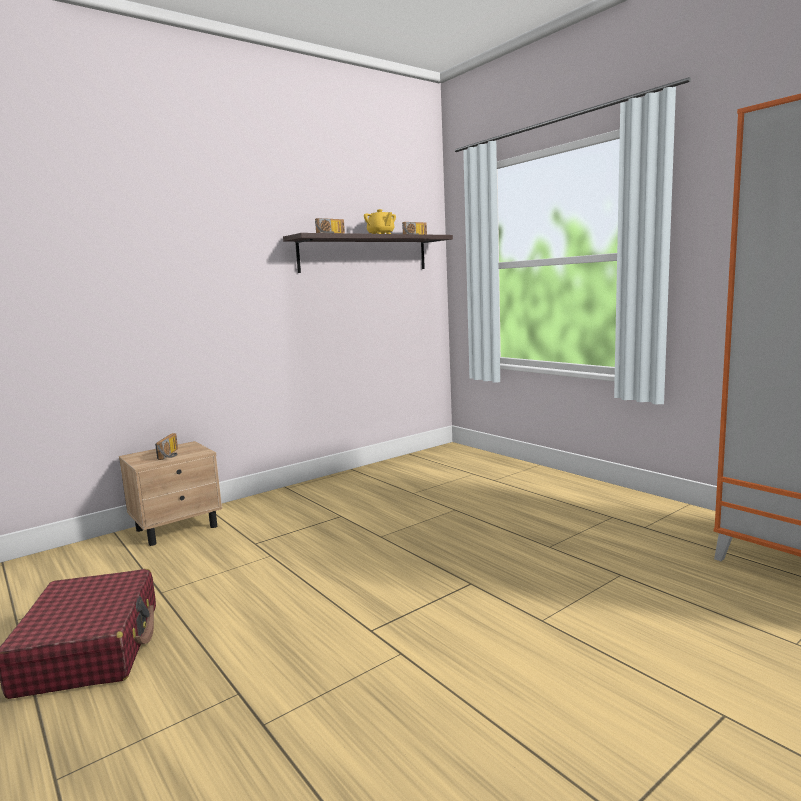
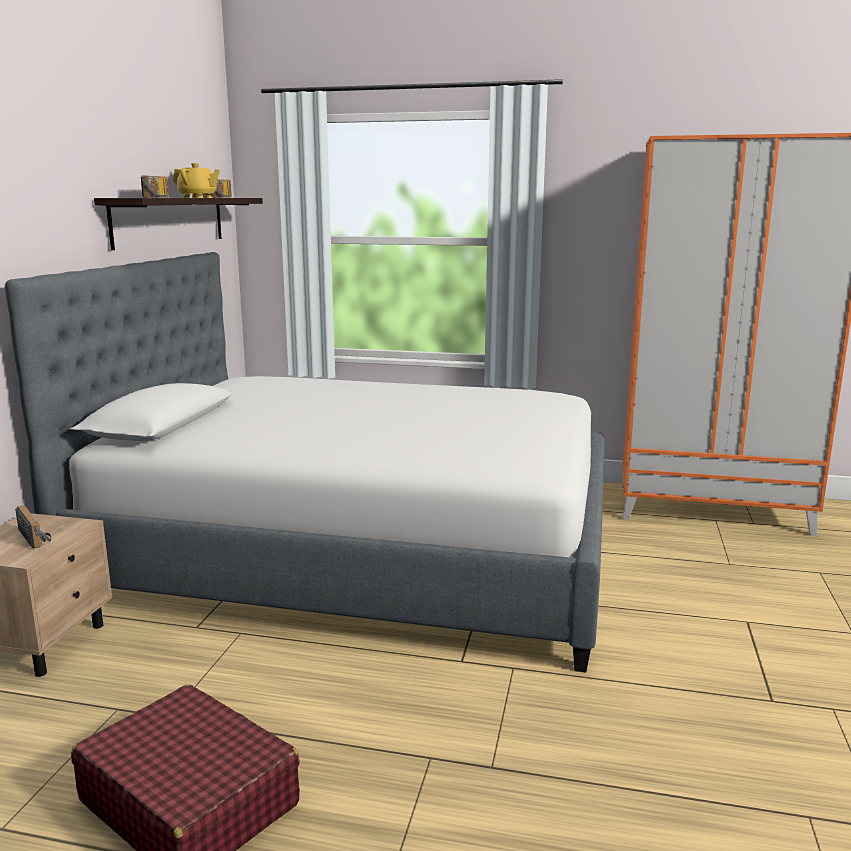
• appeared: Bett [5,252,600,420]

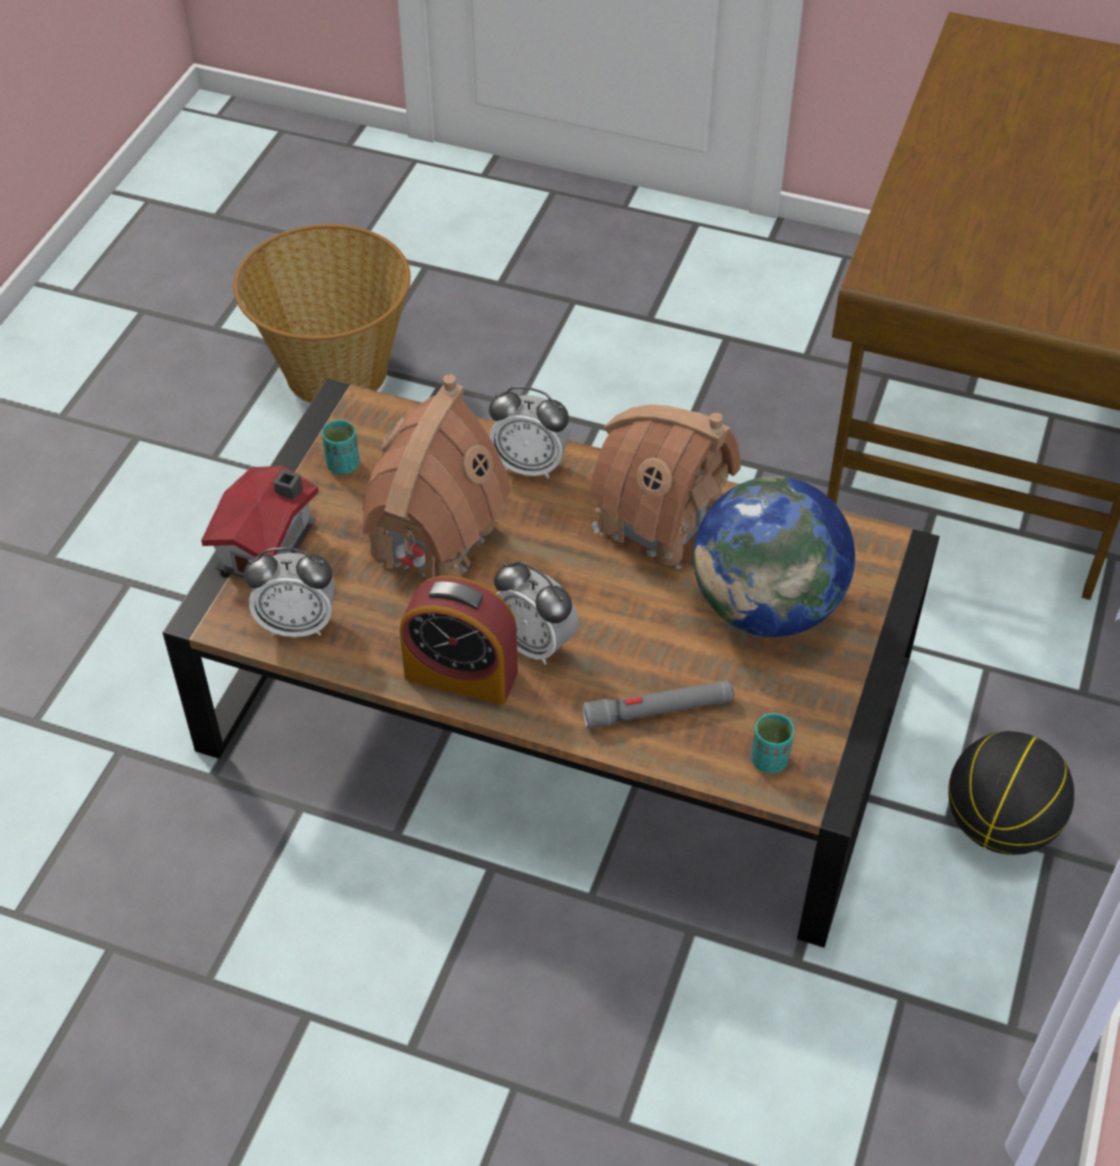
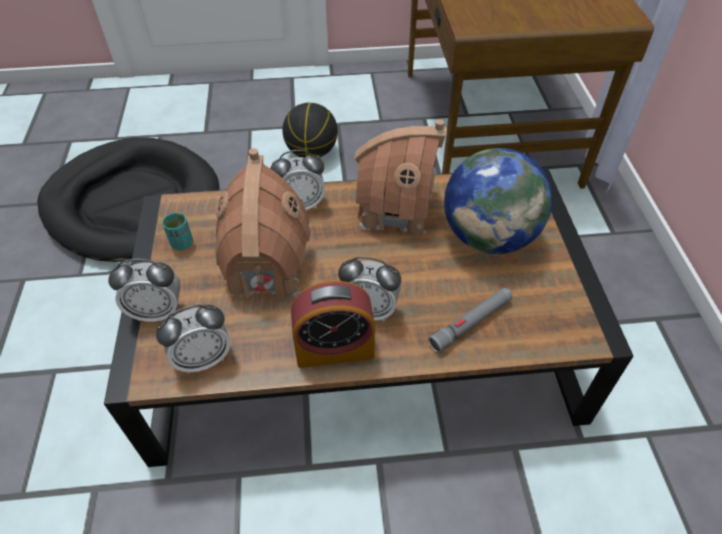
• exchanged: Korb [234,224,177,179] to Hundebett/schwarz [37,138,182,124]
• exchanged: Spielzeughaus [201,466,118,112] to Wecker [108,259,73,63]
• missing: Tasse/türkis [751,713,43,61]
• relocated: Basketball [948,731,126,124] to [282,103,56,55]

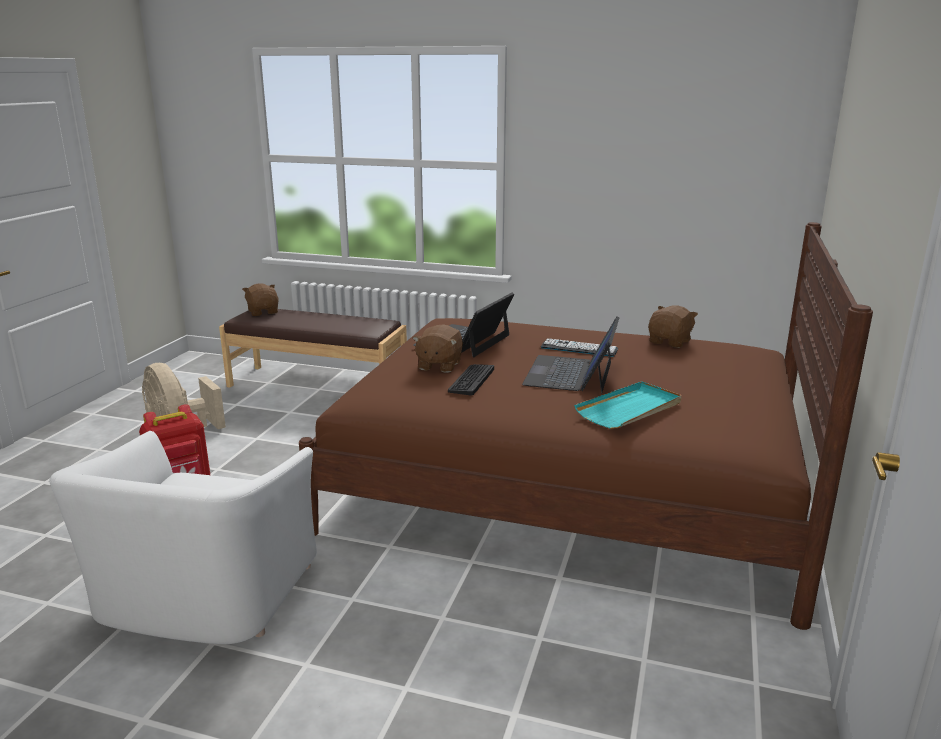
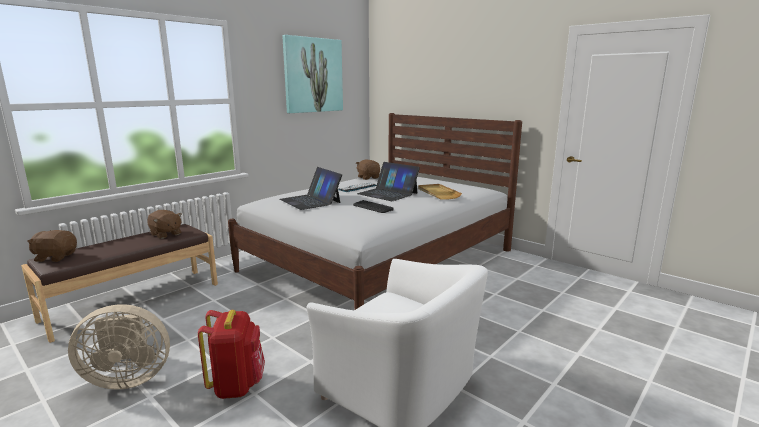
• colour: Bett/braun [299,222,574,408] to Bett/weiß [228,113,294,197]
• relocated: Plüschtier/braun [412,324,51,49] to [147,210,35,29]
• colour: Tablett/türkis [574,381,108,48] to Tablett/beige [418,184,44,16]
• appeared: Bild [282,35,61,78]

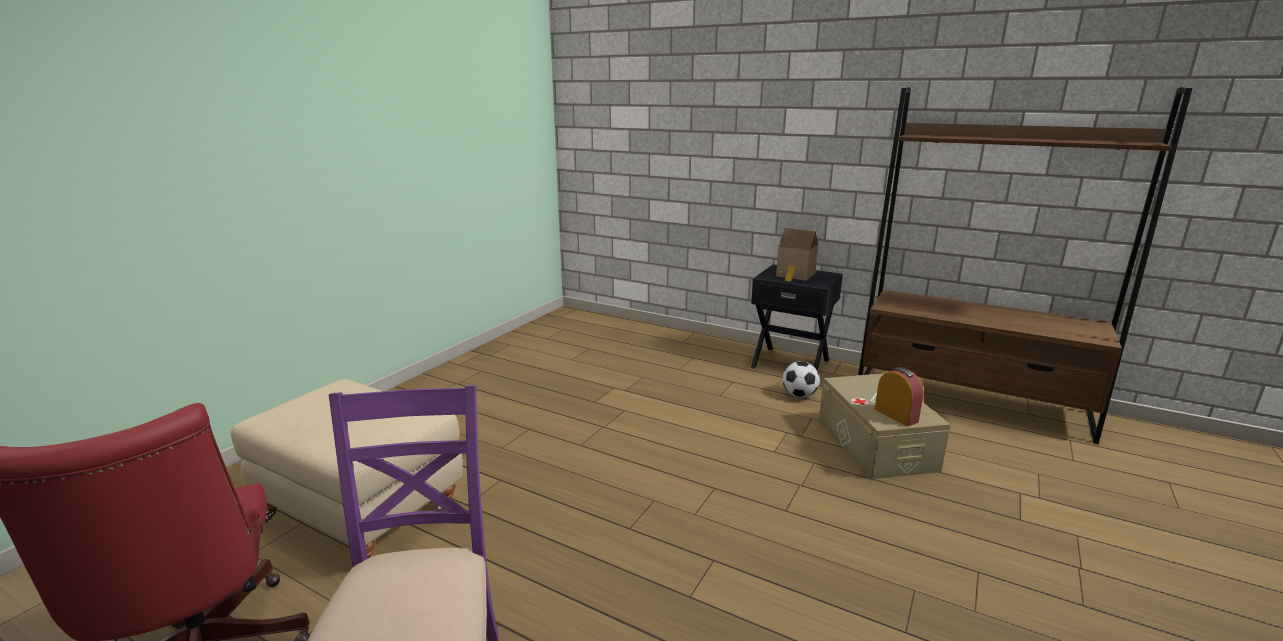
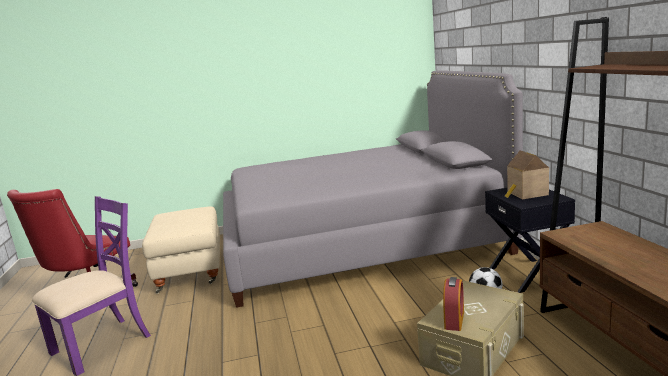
• appeared: Bett/grau [223,70,300,238]

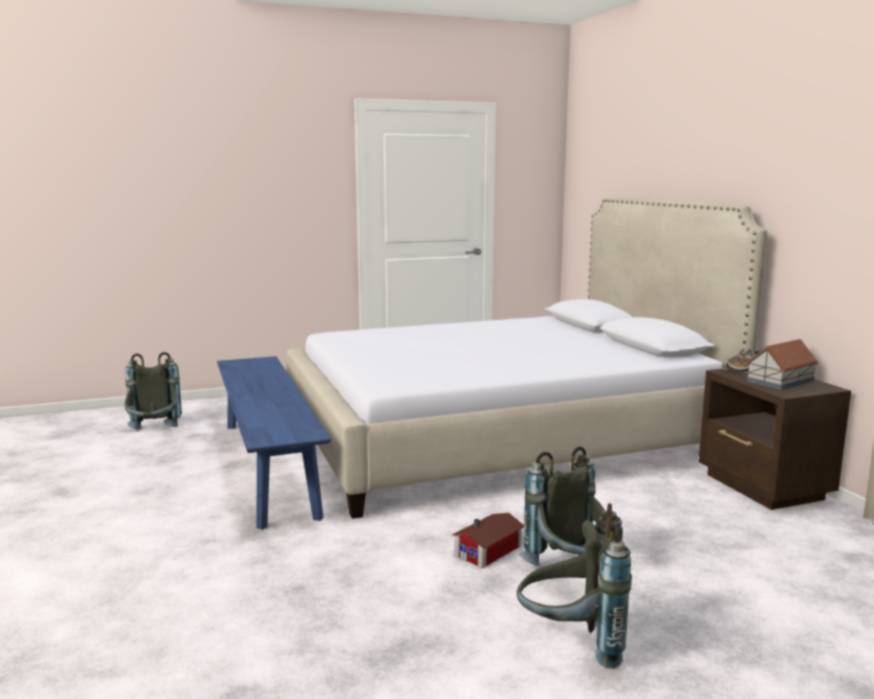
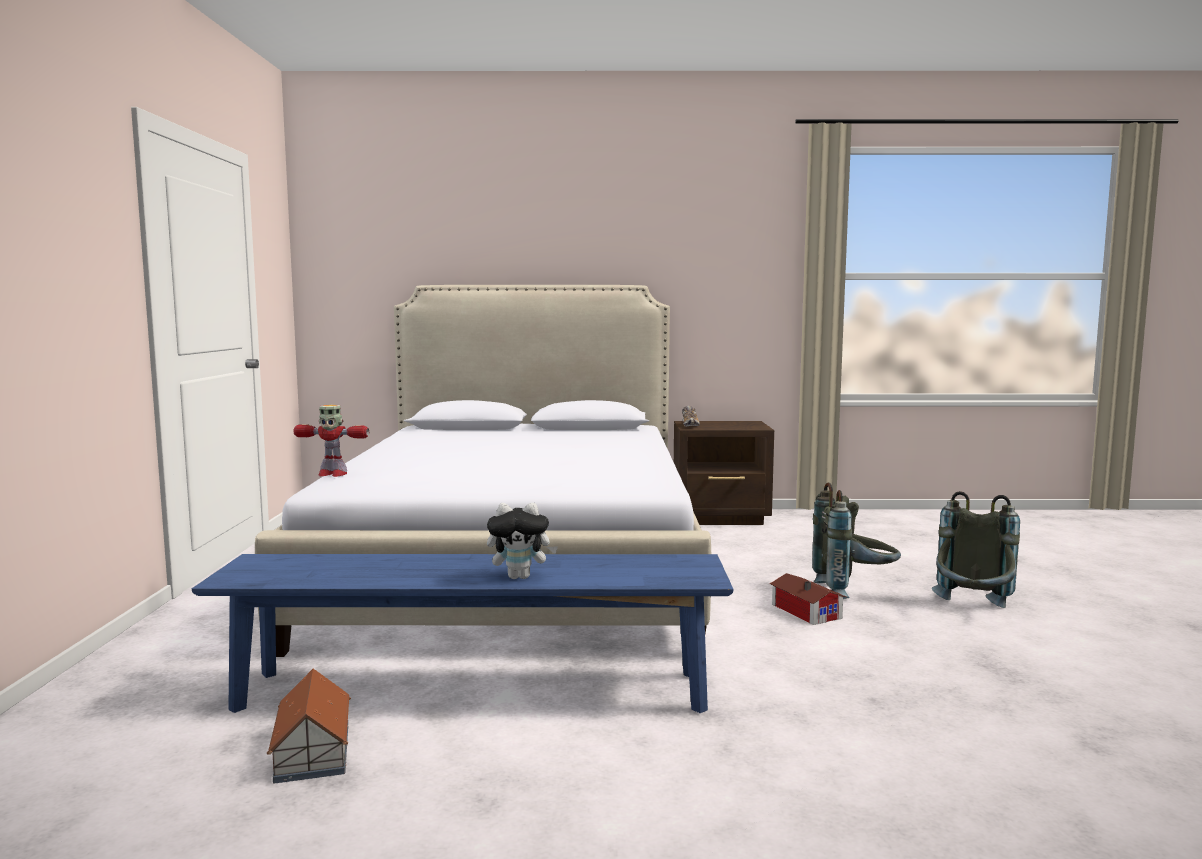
• relocated: Spielzeughaus [746,339,72,51] to [267,669,84,115]
• missing: Rucksack/grau [124,352,58,78]
• appeared: Spielzeugroboter [293,405,76,72]
• appeared: Plüschtier [487,503,71,76]

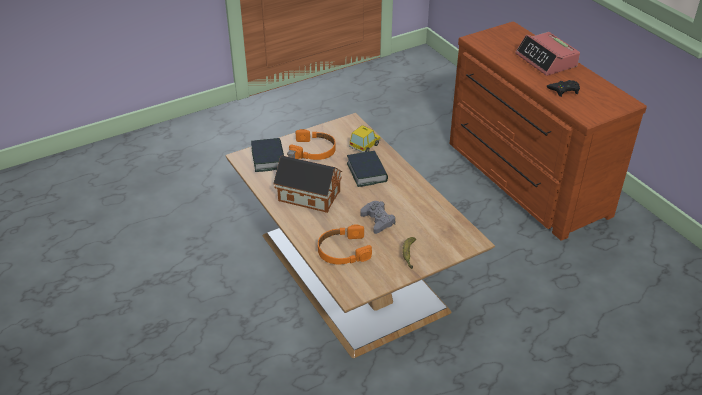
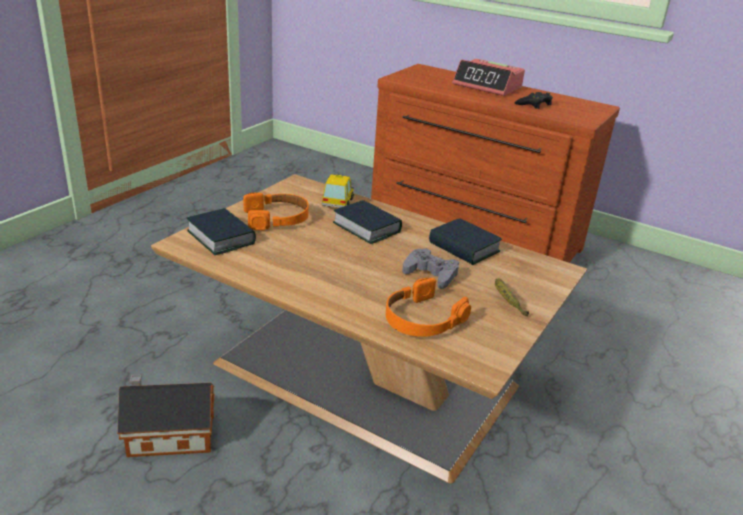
• relocated: Spielzeughaus [273,150,69,63] to [117,374,98,83]
• appeared: Buch [429,218,73,47]

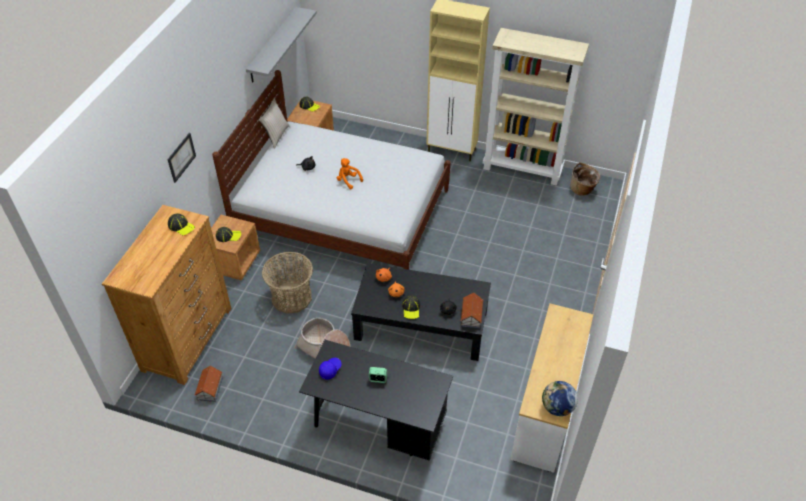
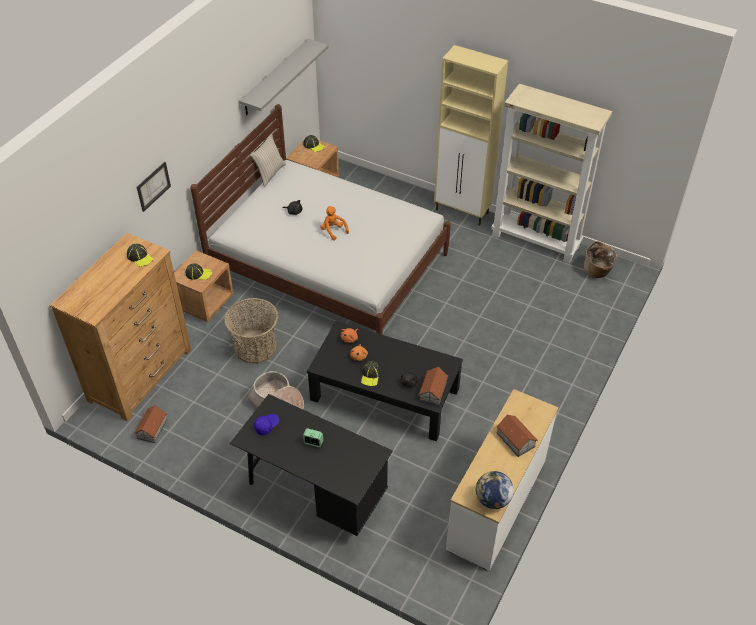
• appeared: Spielzeughaus [496,415,42,42]

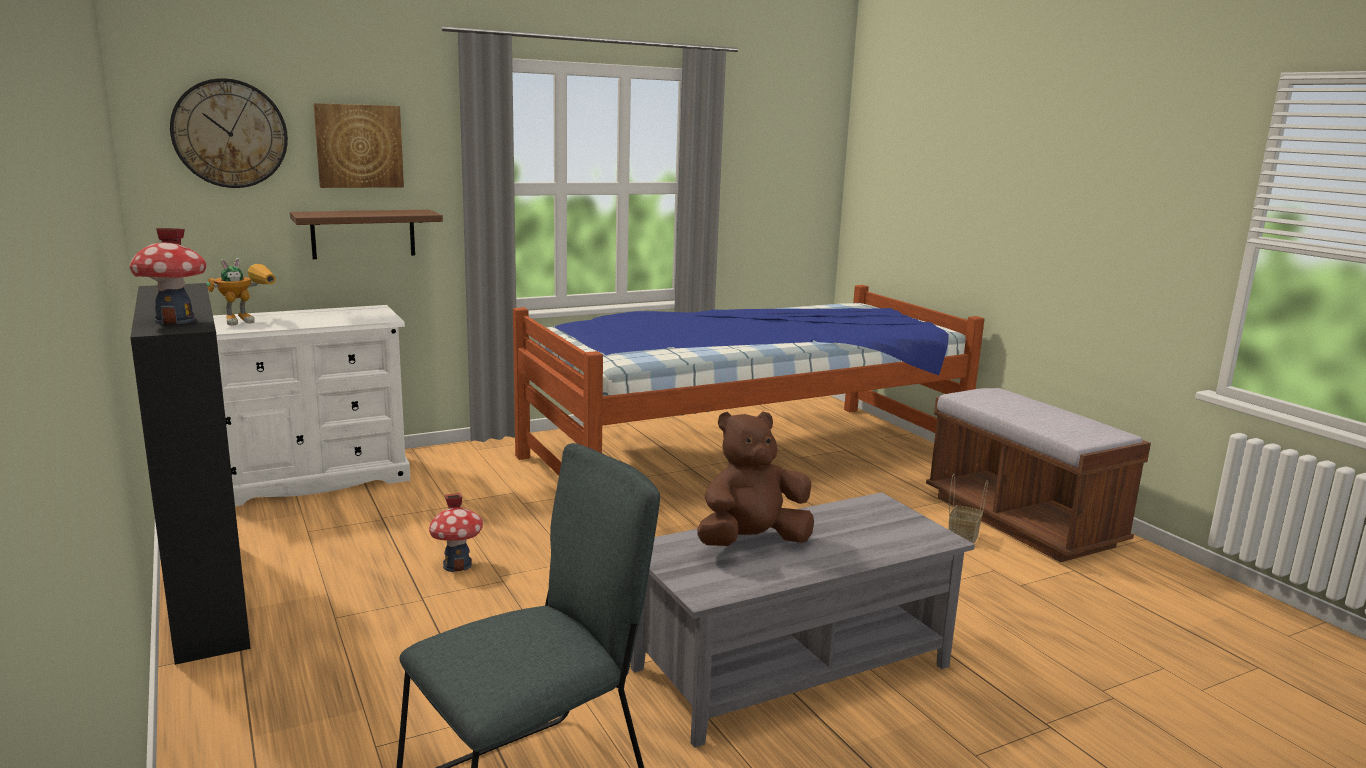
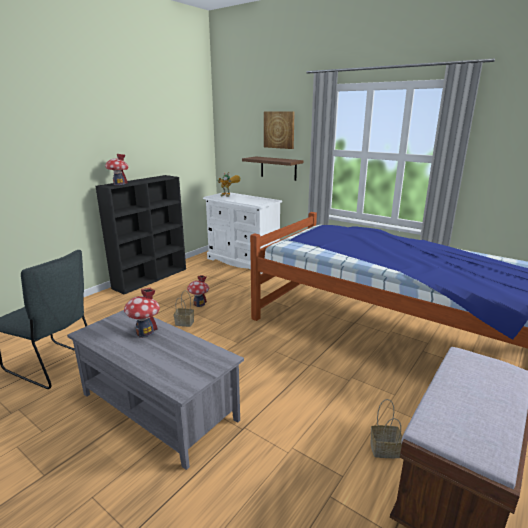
• missing: Wanduhr [170,78,118,110]
• exchanged: Plüschtier/braun [697,411,117,135] to Spielzeughaus [124,288,36,50]
• appeared: Korb [174,290,20,37]

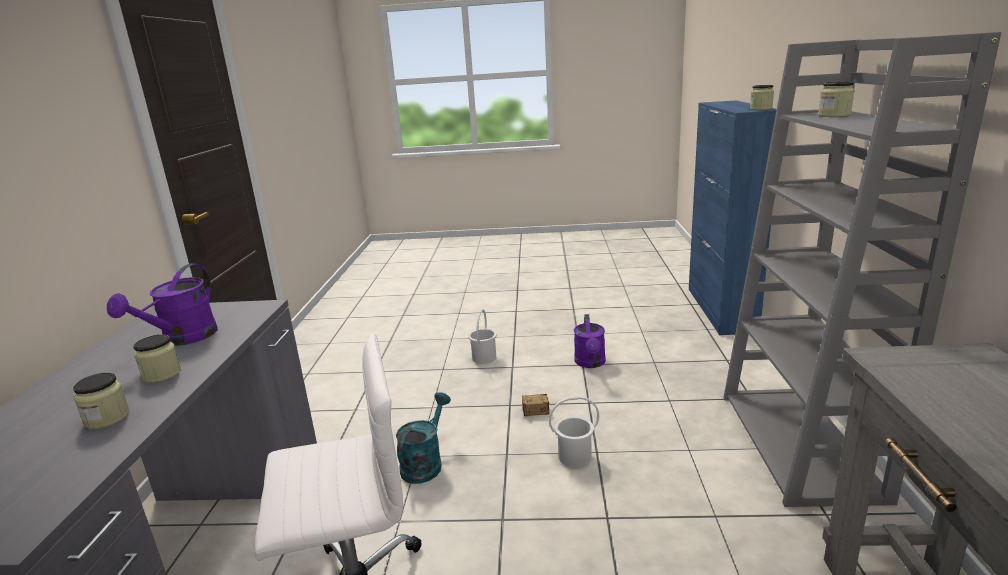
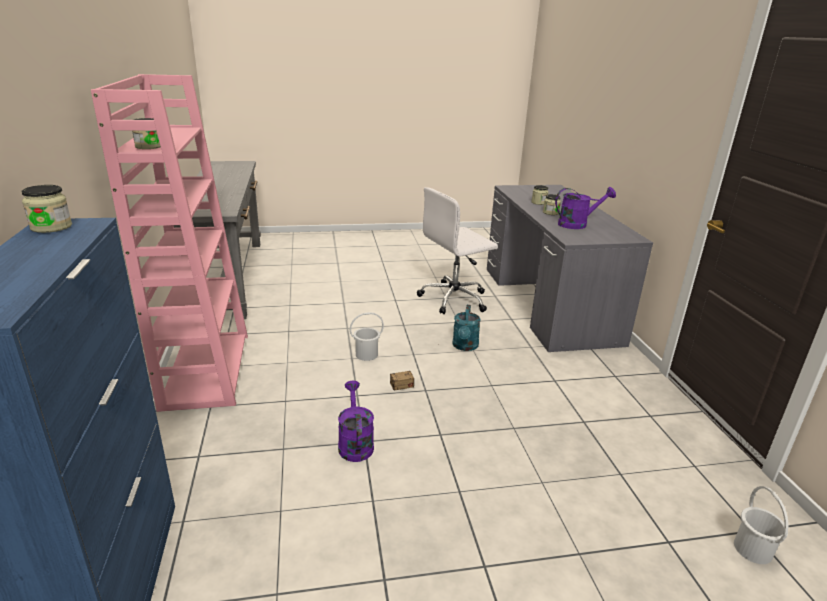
• colour: Bücherregal/grau [723,32,278,475] to Bücherregal/rosa [91,74,157,338]
• spun: Gießkanne/lila [107,264,111,82] = [555,187,61,42] 75 degrees clockwise
• relocated: Eimer/weiß [468,309,29,55] to [734,486,54,78]

